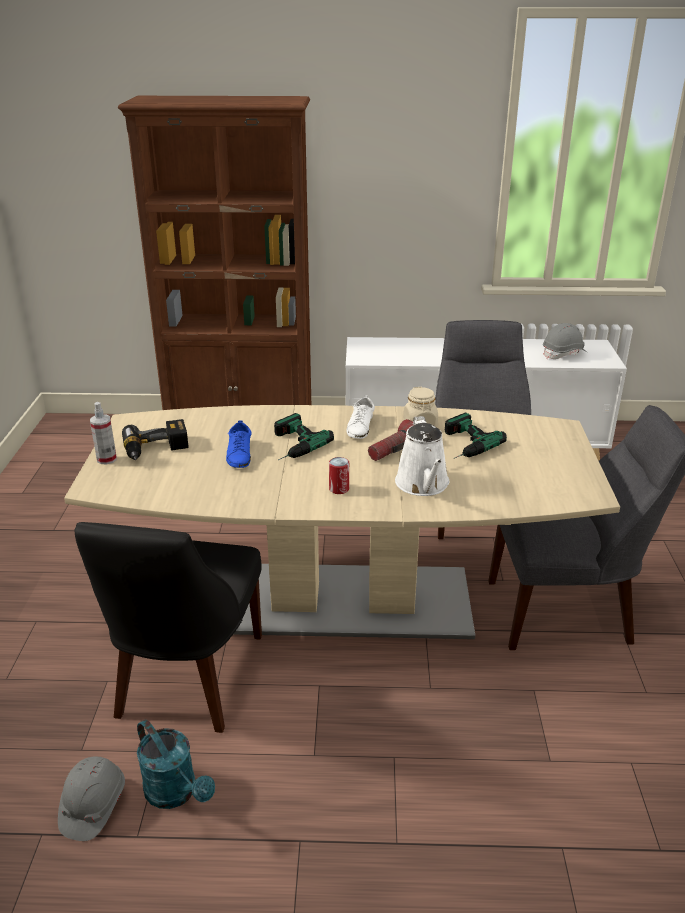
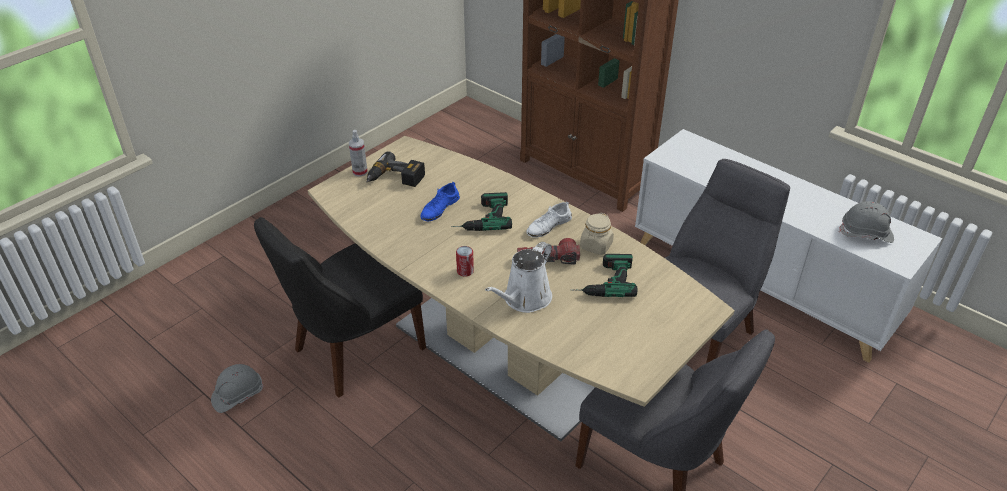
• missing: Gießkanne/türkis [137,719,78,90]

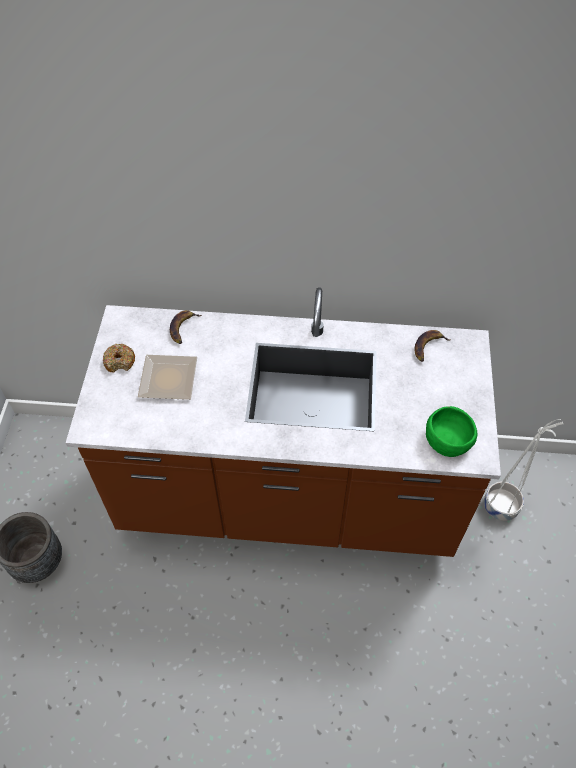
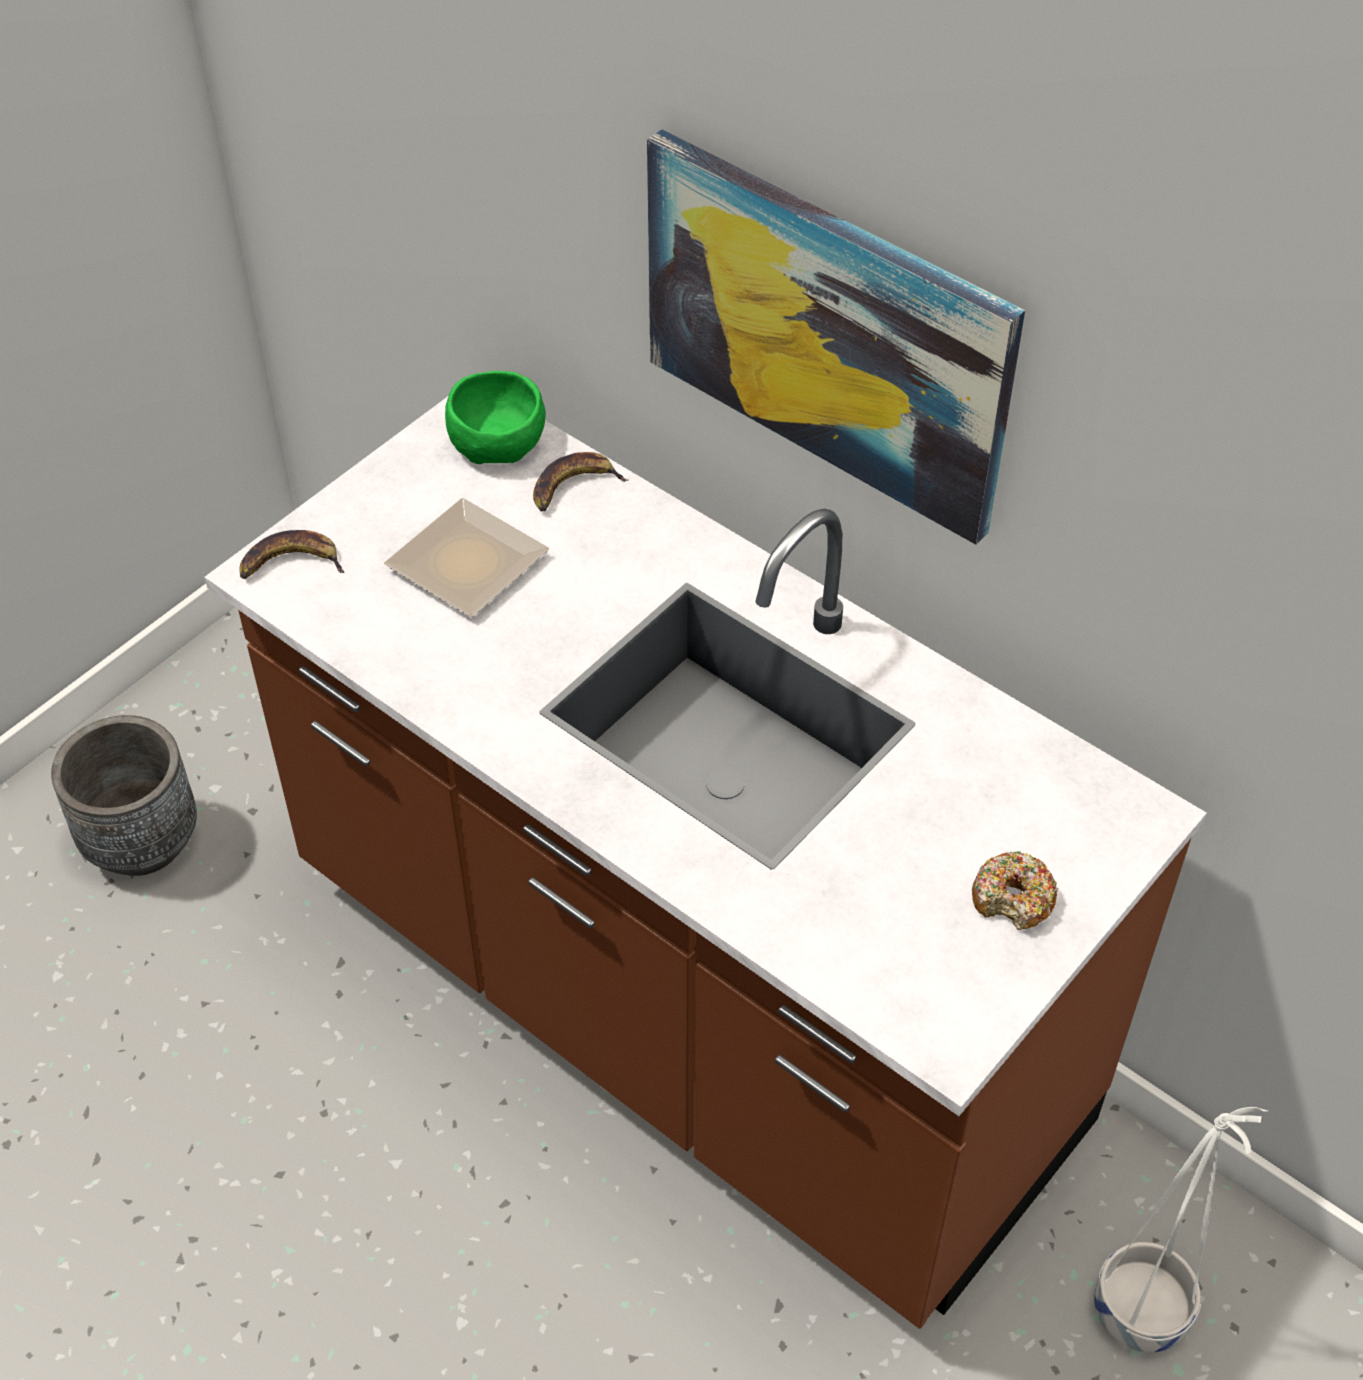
• relocated: Banane [415,330,35,32] to [240,530,105,49]
• relocated: Donut [103,344,32,29] to [972,851,87,79]
• relocated: Schüssel/grün [426,406,51,51] to [445,371,101,93]
• appeared: Bild [647,129,378,416]

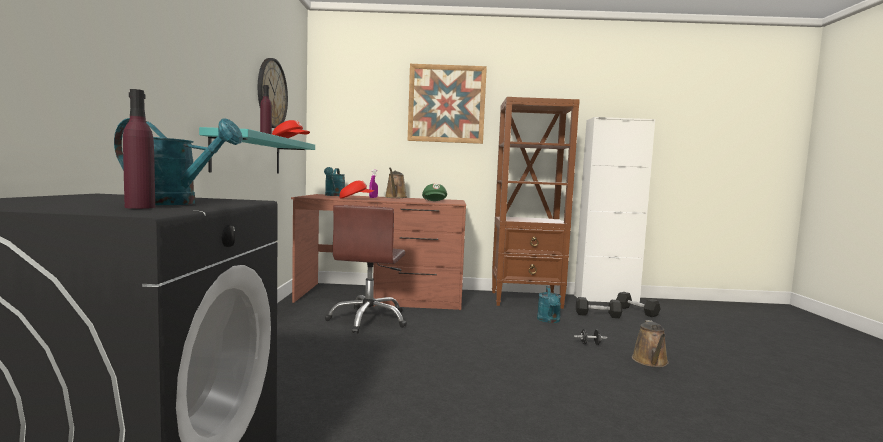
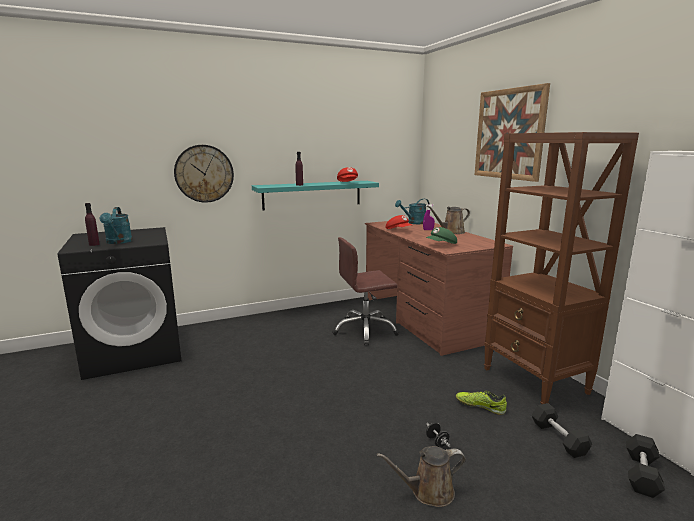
• relocated: Wanduhr [258,58,30,70] to [174,145,60,58]
• exchanged: Gießkanne/türkis [537,286,24,37] to Schuh [456,391,51,24]

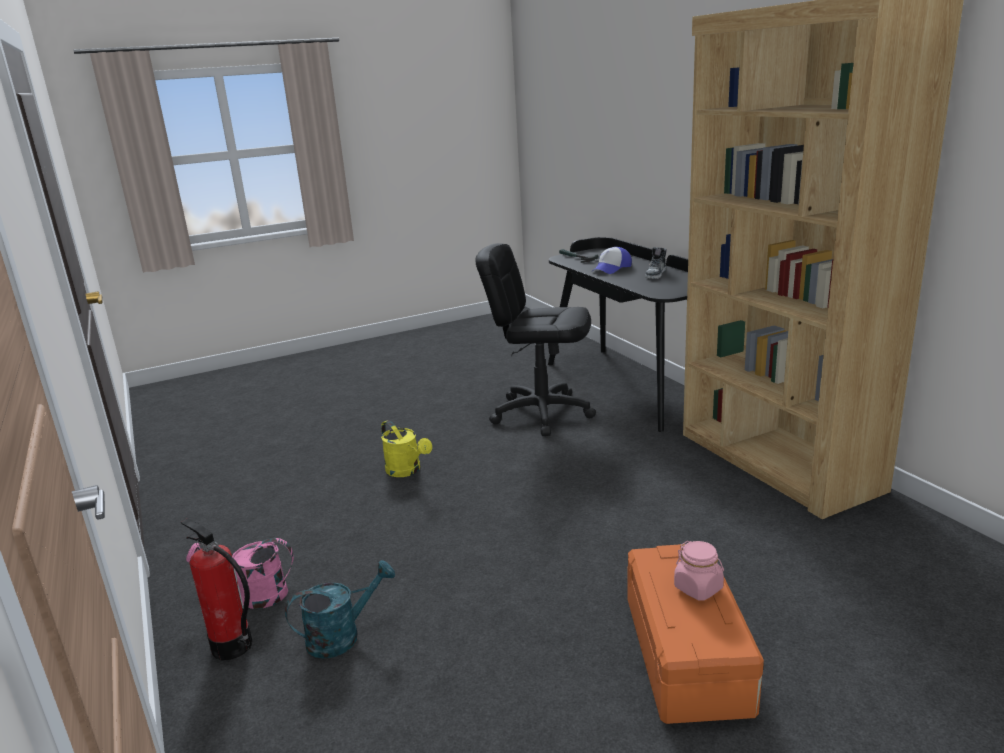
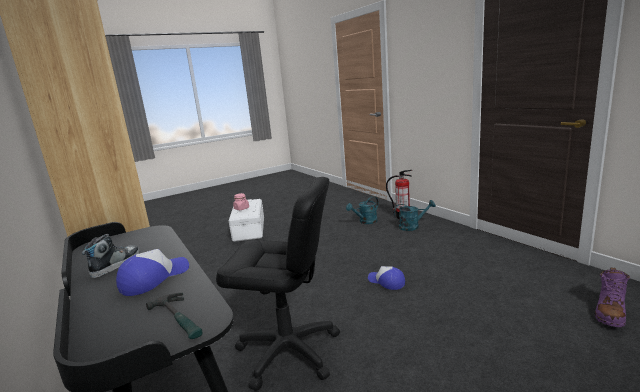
• exchanged: Gießkanne/gelb [381,420,51,57] to Kappe [368,266,37,24]
• colour: Gießkanne/rosa [186,538,108,71] to Gießkanne/türkis [394,200,42,31]
• colour: Aufbewahrungsbox/orange [628,544,136,180] to Aufbewahrungsbox/weiß [229,199,35,43]
• appeared: Stiefel/lila [595,268,35,59]

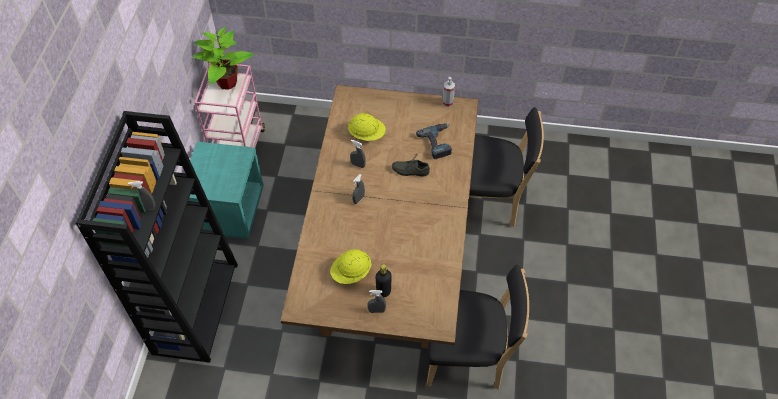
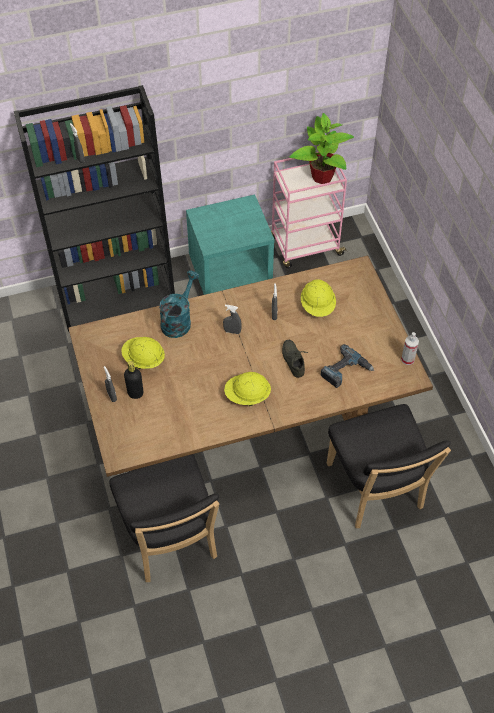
• appeared: Gießkanne/türkis [159,270,40,68]
• appeared: Schutzhelm/gelb [224,372,47,34]

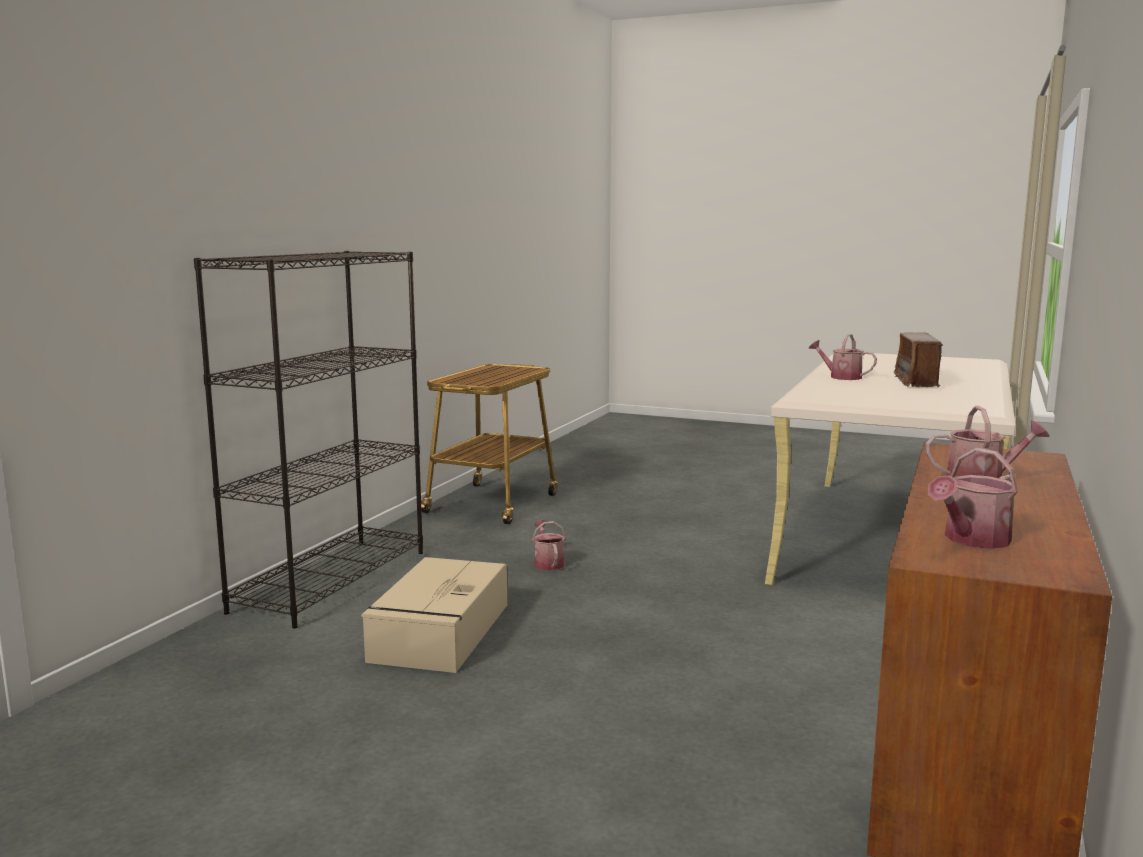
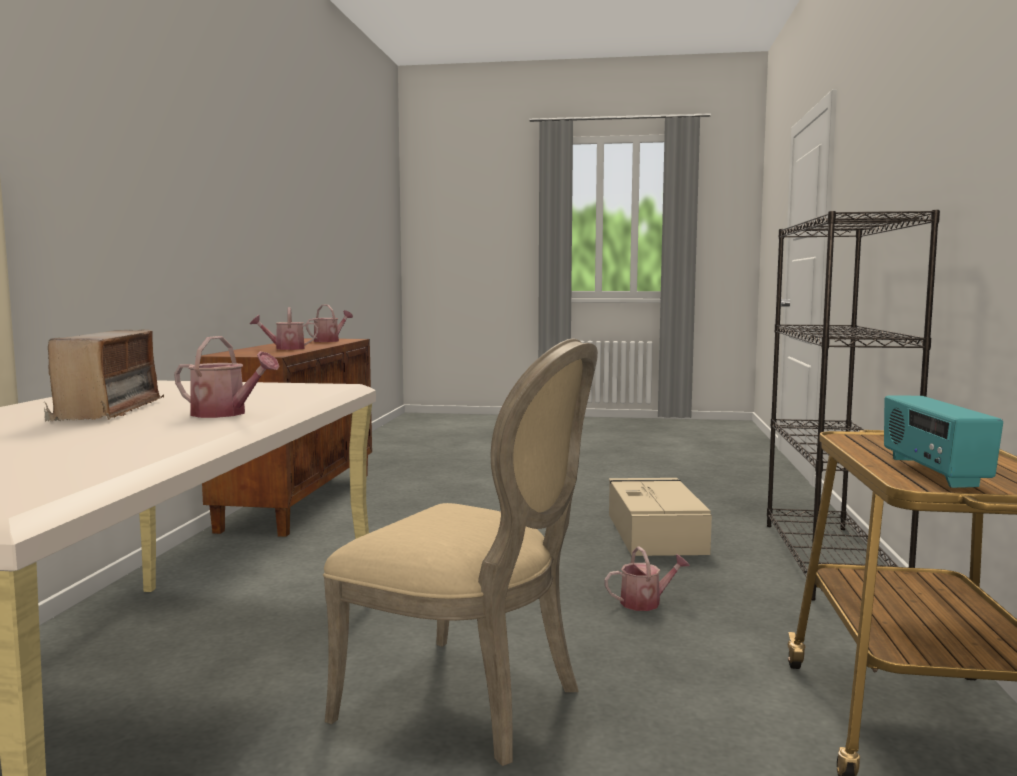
• spun: Gießkanne [532,520,34,51] = [605,546,85,65] 75 degrees counterclockwise
• appeared: Stuhl/beige [323,338,275,428]
• appeared: Radio [884,396,119,92]

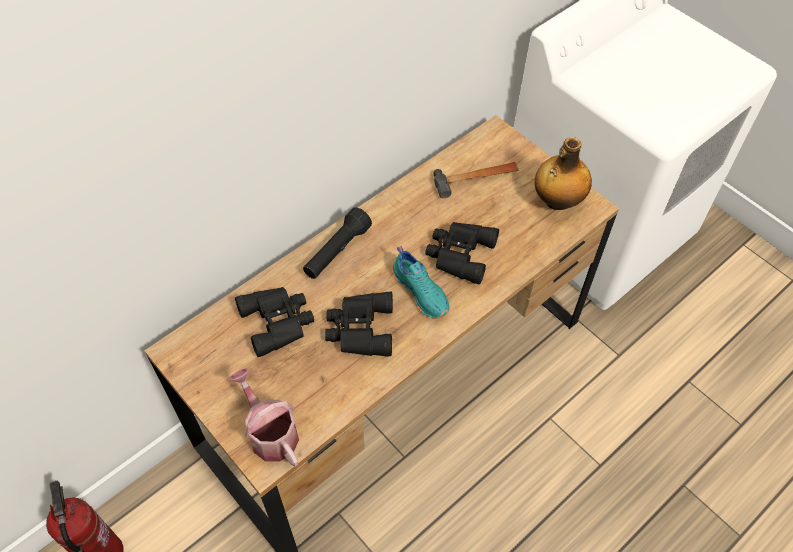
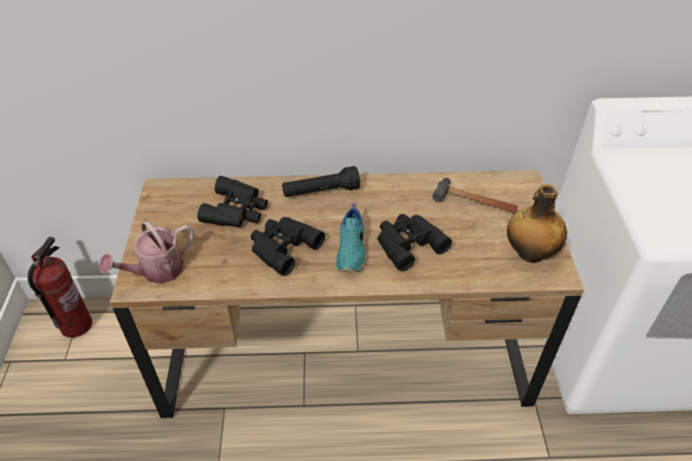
• spun: Gießkanne [229,368,70,99] = [99,221,95,63] 135 degrees counterclockwise

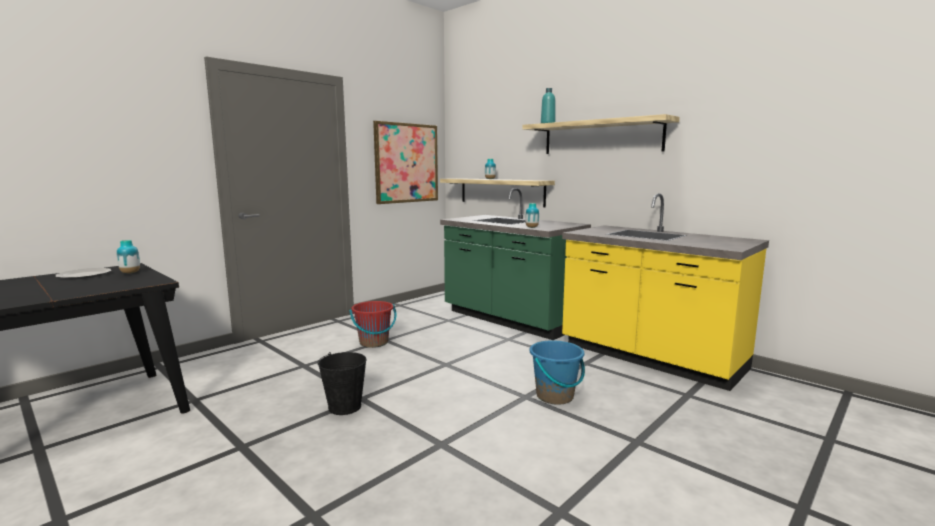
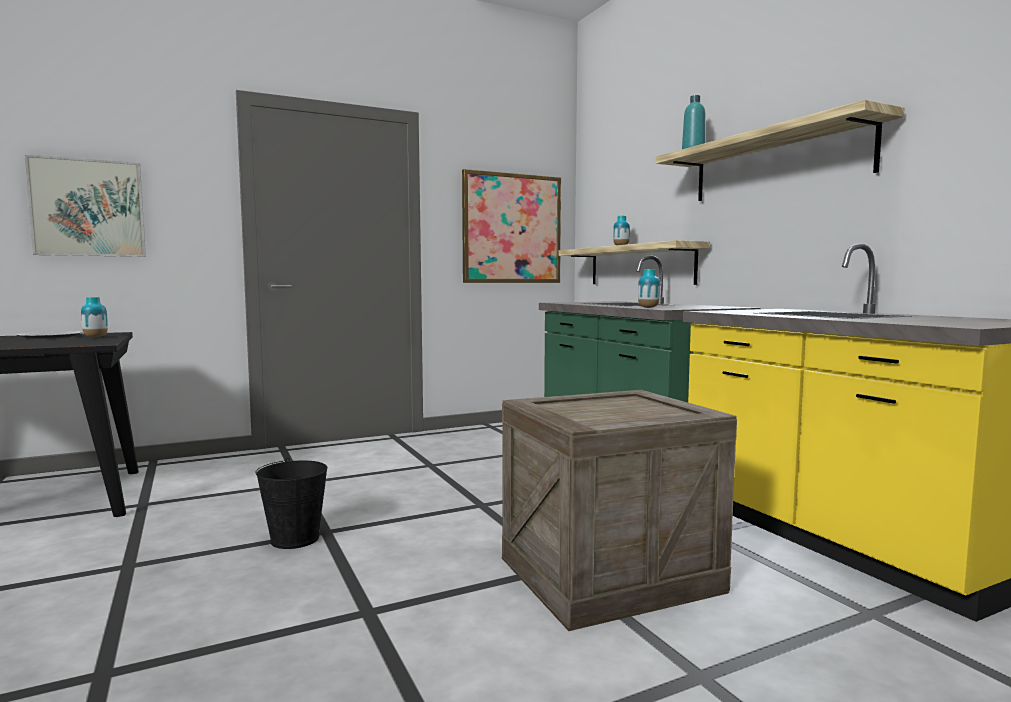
• missing: Eimer/rot [349,301,47,47]
• exchanged: Eimer/blau [530,340,55,65] to Kiste [502,390,235,241]
• appeared: Bild [25,155,121,102]

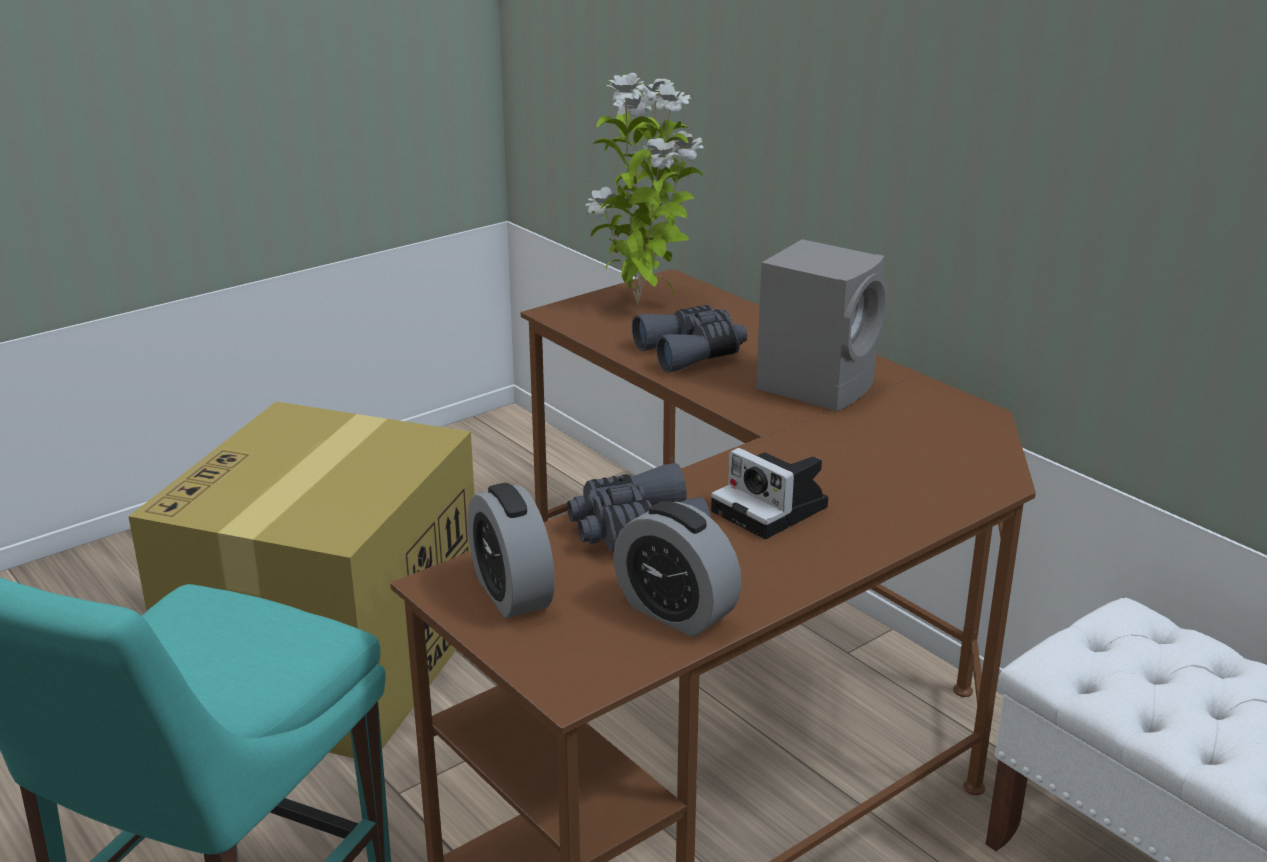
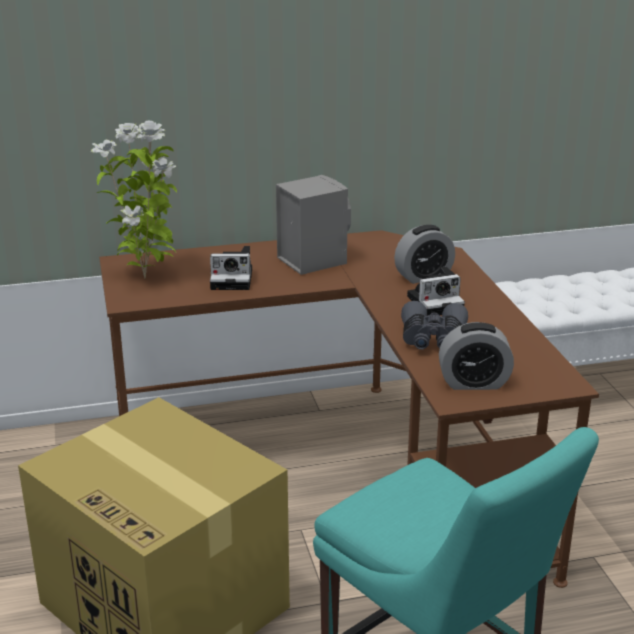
• exchanged: Fernglas/grau [632,305,115,68] to Kamera [210,246,42,44]
• relocated: Wecker [613,501,129,136] to [394,225,61,59]

